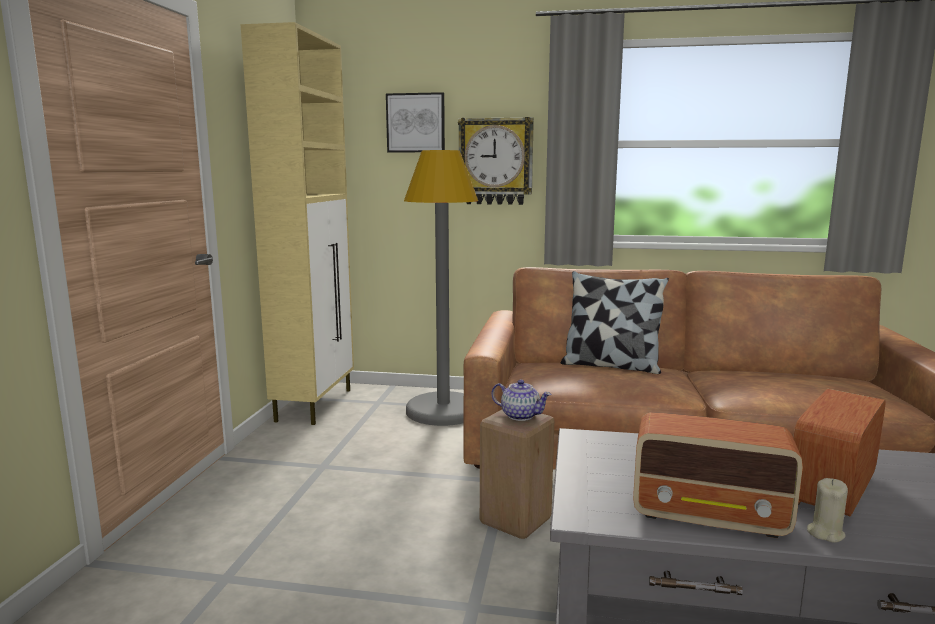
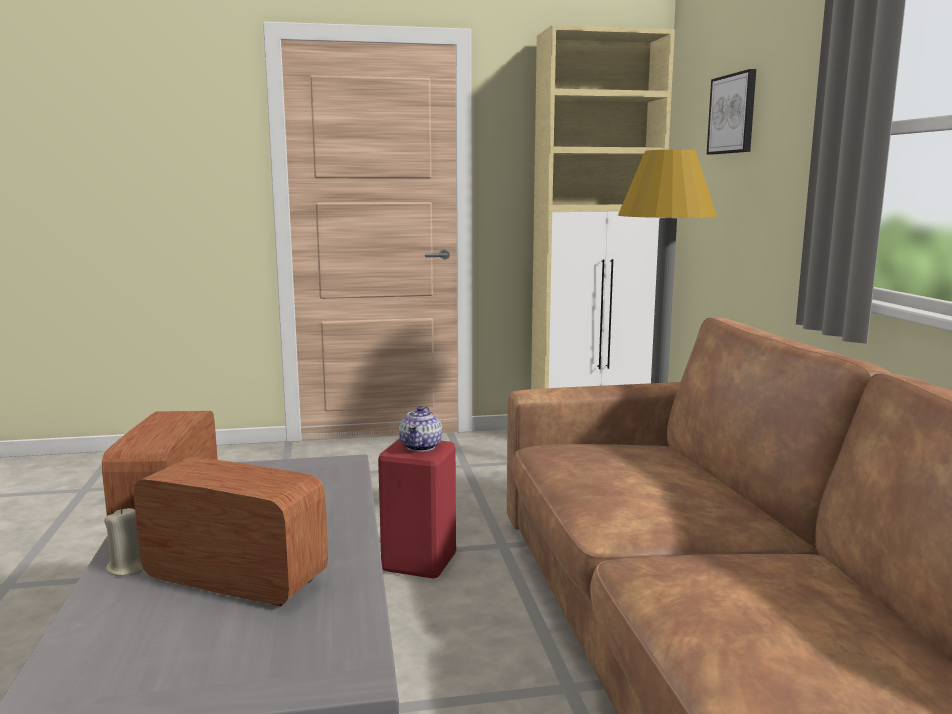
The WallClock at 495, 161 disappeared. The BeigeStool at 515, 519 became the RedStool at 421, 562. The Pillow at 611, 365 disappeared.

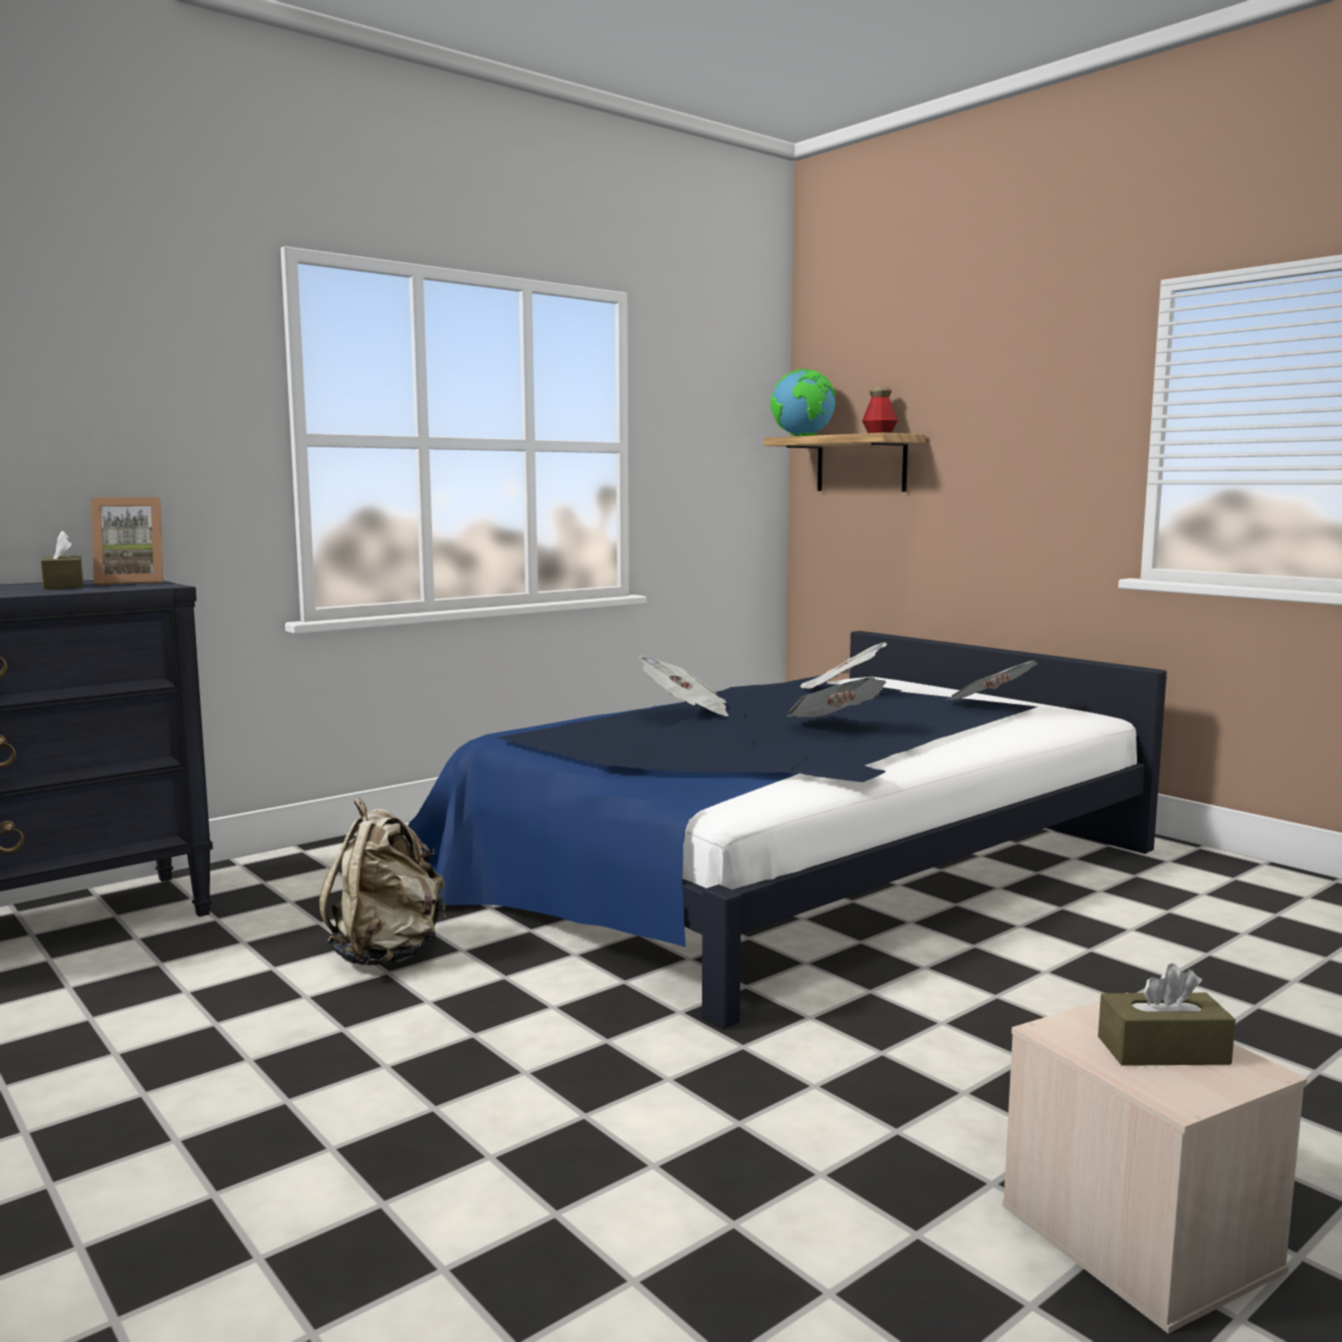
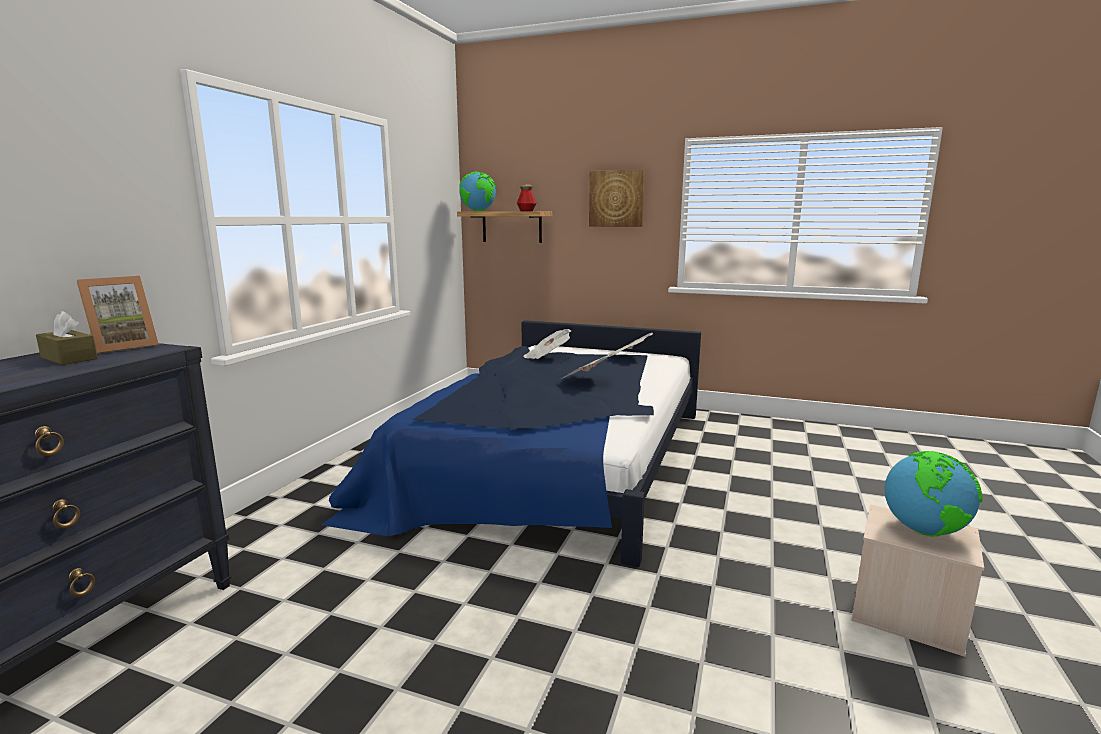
The BeigeBackpack at 388, 954 disappeared. The Newspaper at 686, 711 disappeared. The BrownTissueBox at 1163, 1050 was replaced by the Globe at 924, 531. The Picture at 616, 198 appeared.

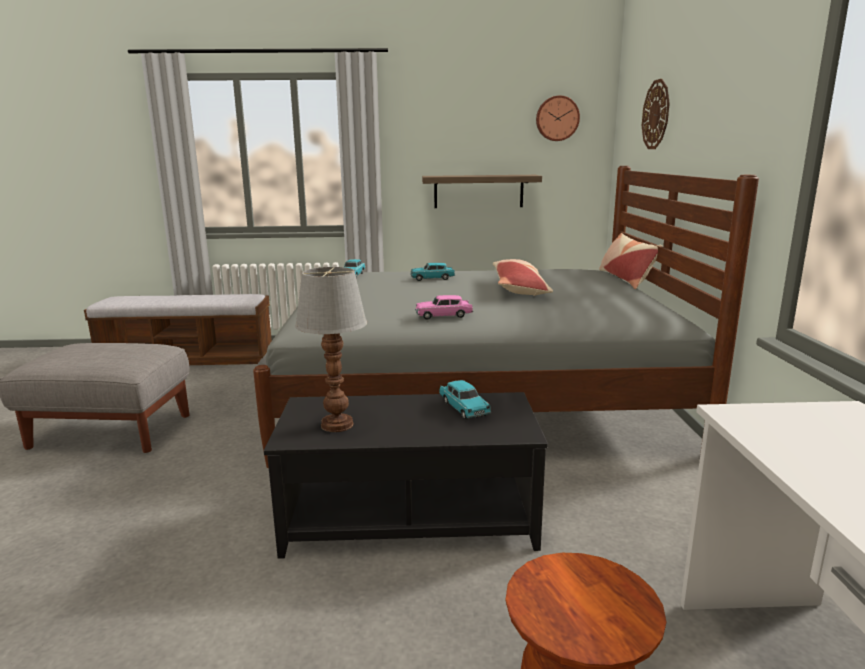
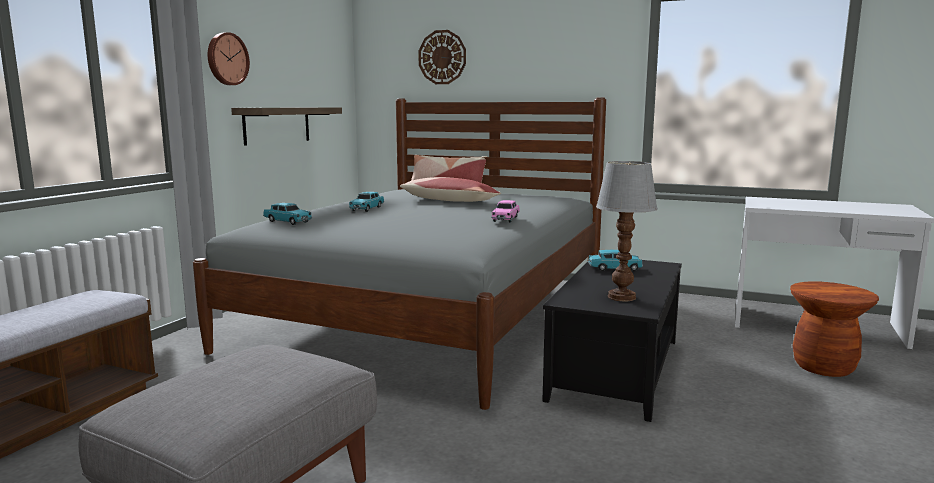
The WallClock moved from 557, 118 to 226, 59.

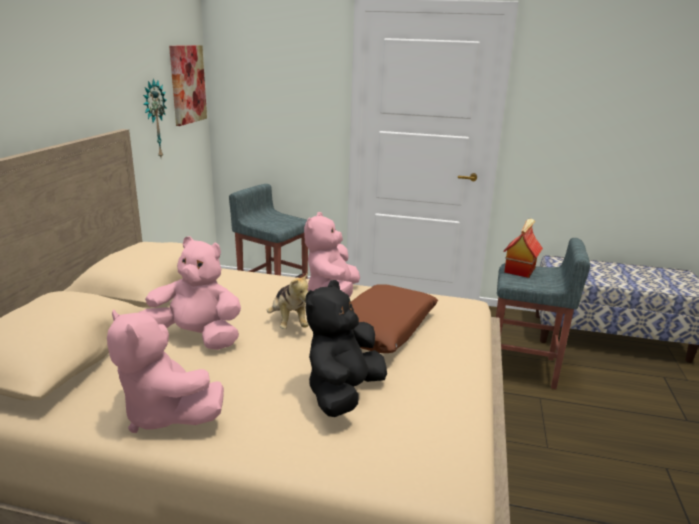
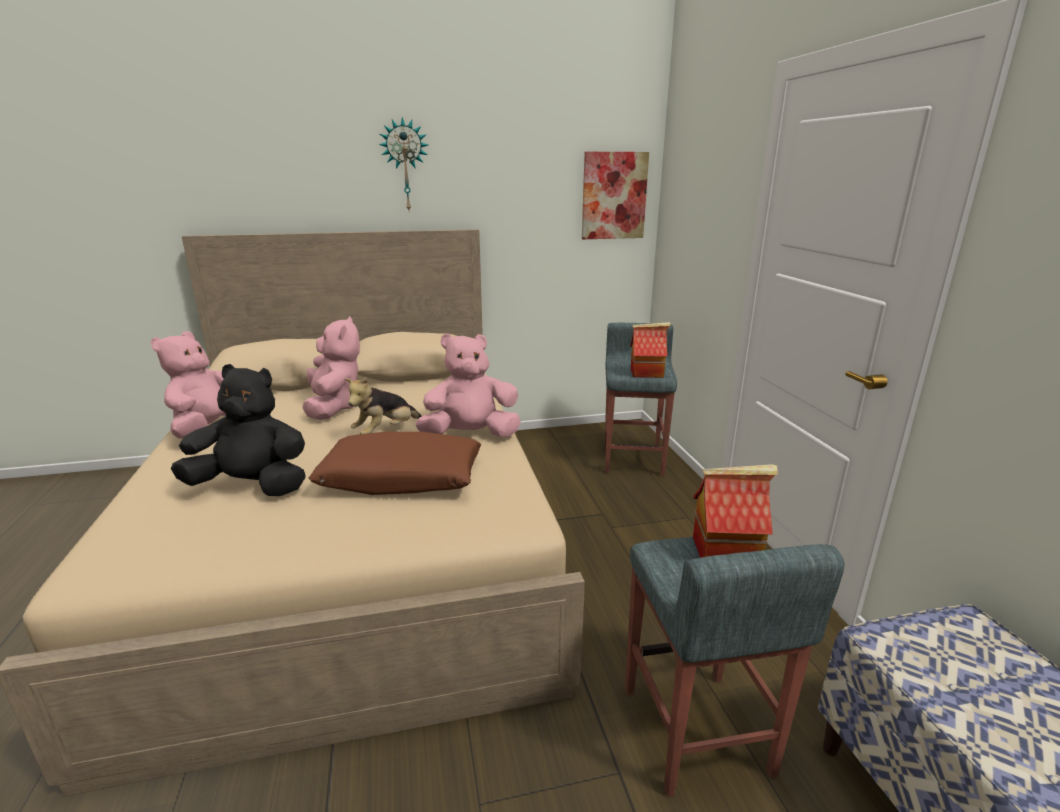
The WallClock moved from 154, 119 to 405, 166. The ToyHouse at 647, 373 appeared.

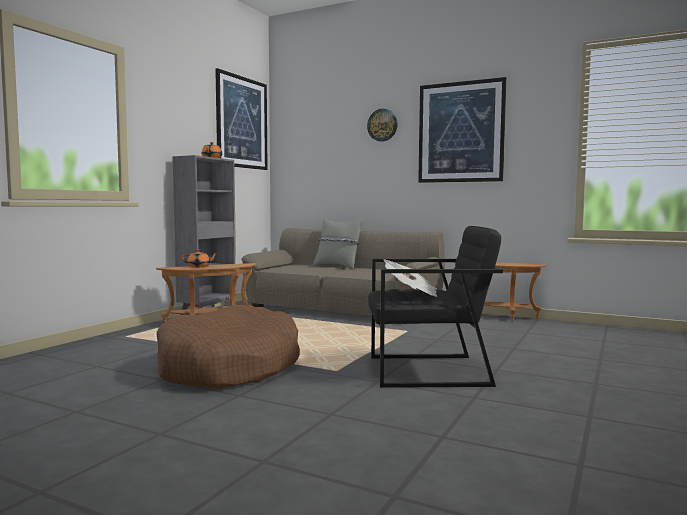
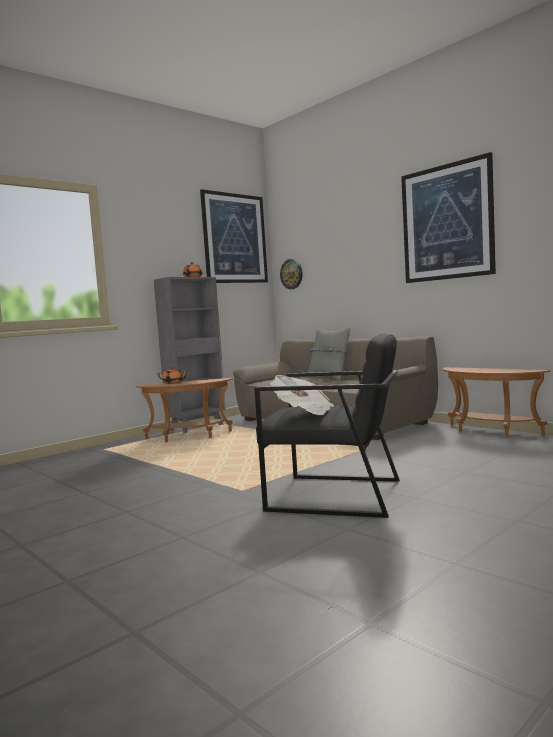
The BrownDogBed at 229, 367 disappeared. The WallClock moved from 382, 125 to 291, 274.

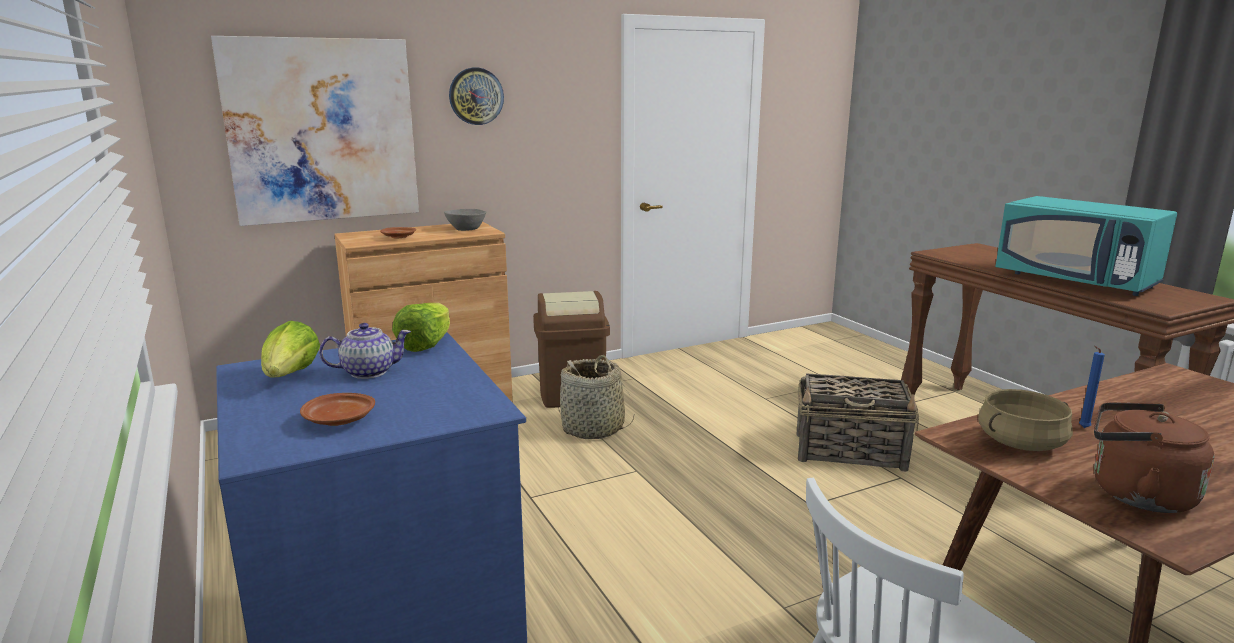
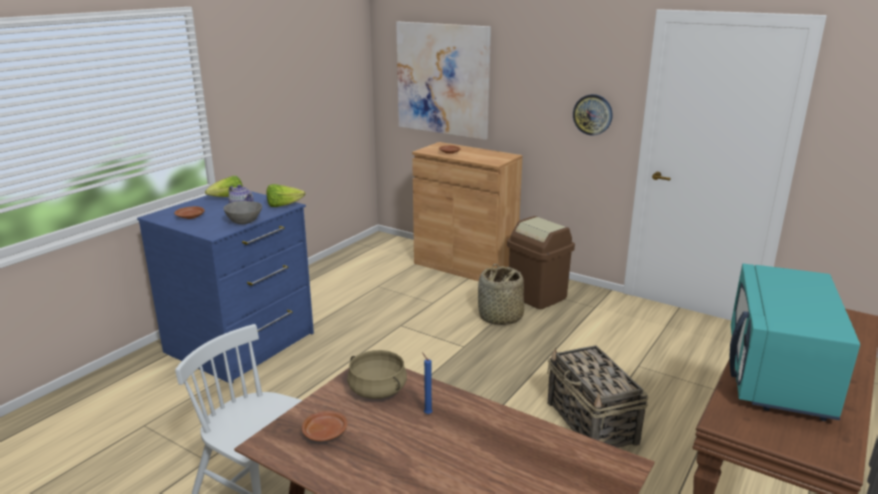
The GreyBowl moved from 466, 229 to 244, 221. The WallClock moved from 476, 96 to 592, 114. The BrownKettle at 1135, 494 was replaced by the BrownPlate at 325, 432.

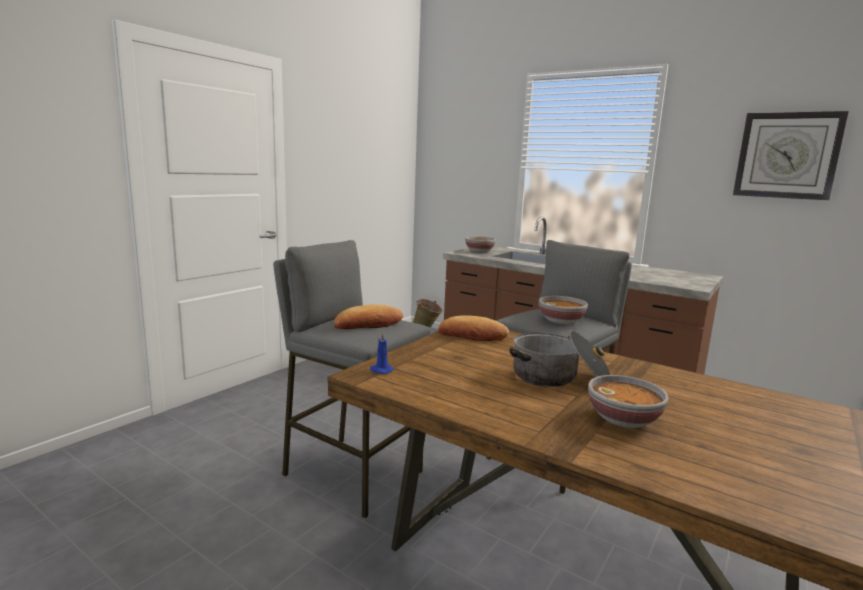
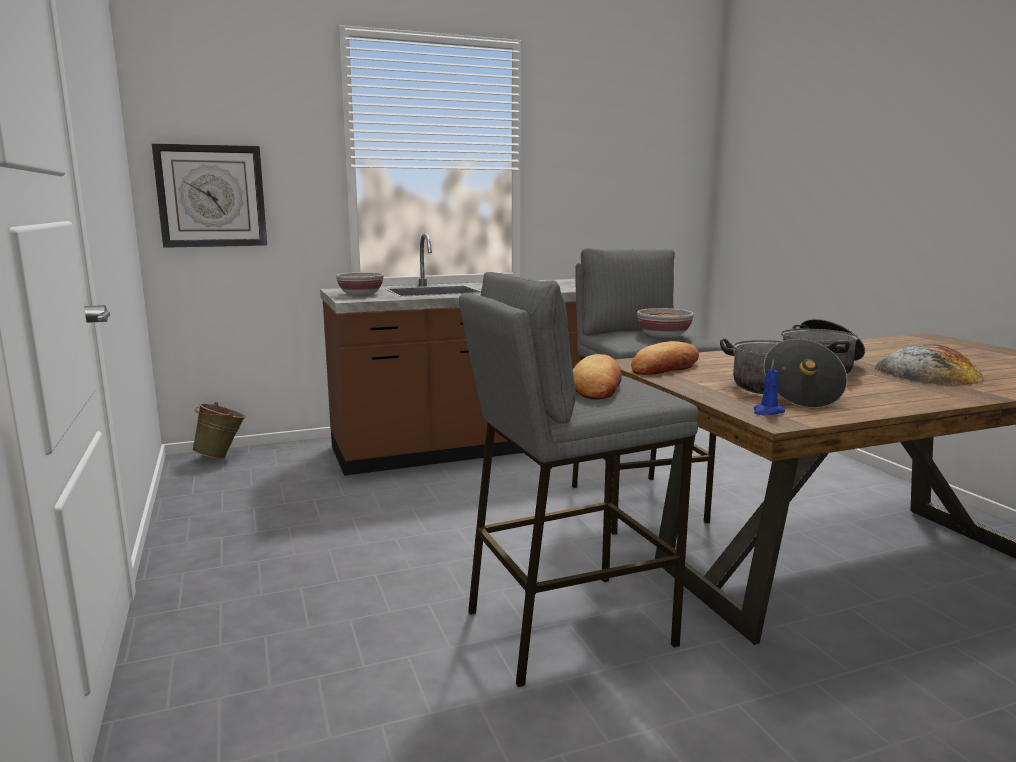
The Bowl at 624, 419 was replaced by the Bread at 927, 373. The WallClock moved from 787, 155 to 211, 196. The CookingPot at 780, 392 appeared.

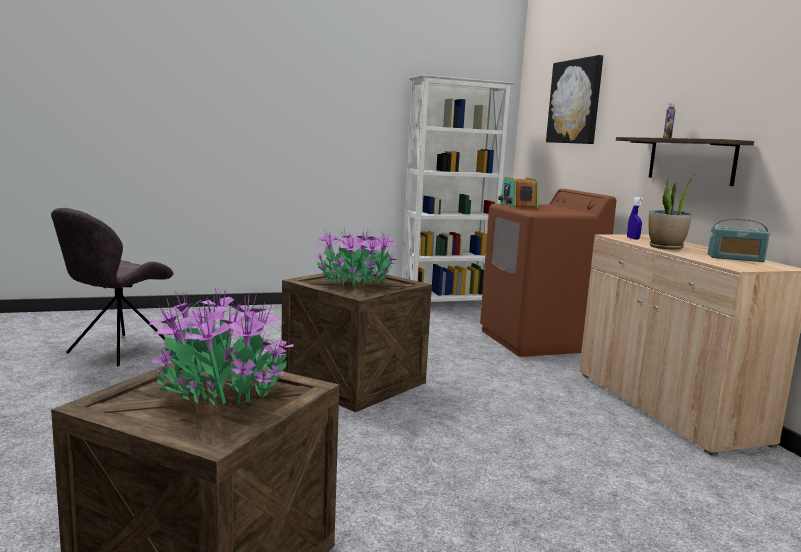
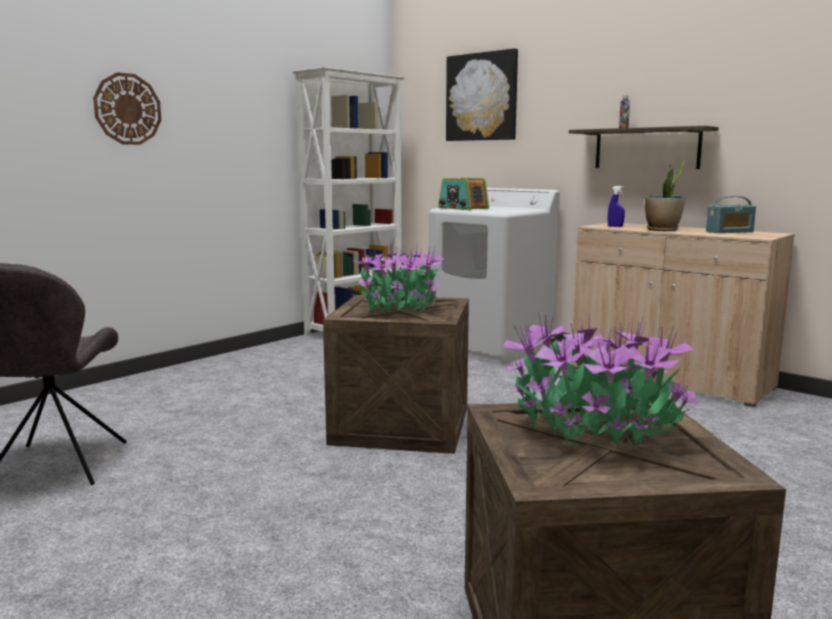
The BrownWashingMachine at 537, 341 became the WhiteWashingMachine at 491, 347. The WallClock at 127, 109 appeared.

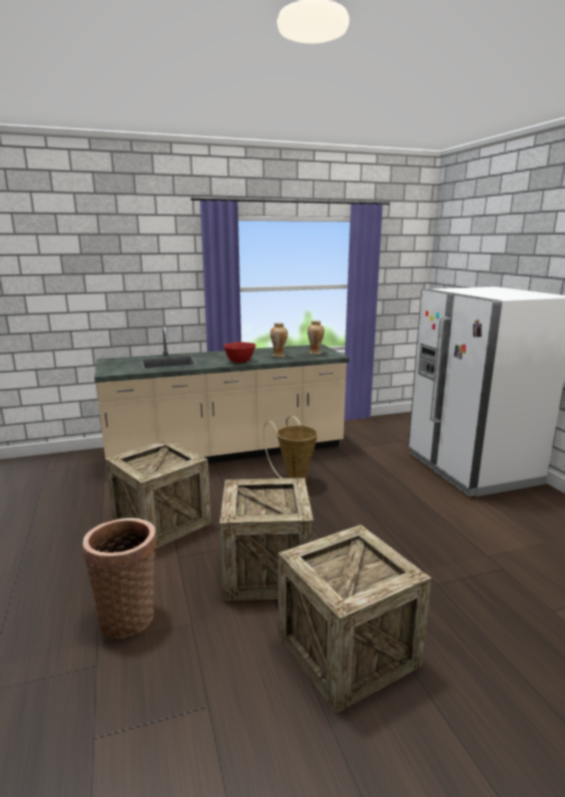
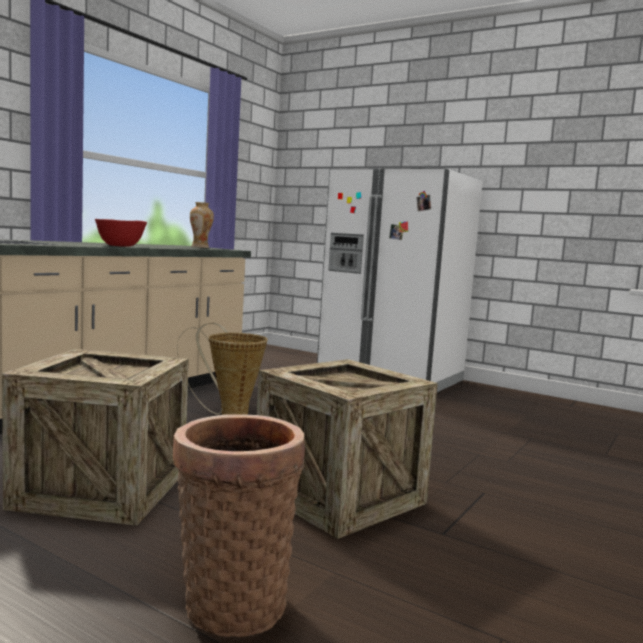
The Vase at 278, 356 disappeared. The Crate at 347, 651 disappeared.

